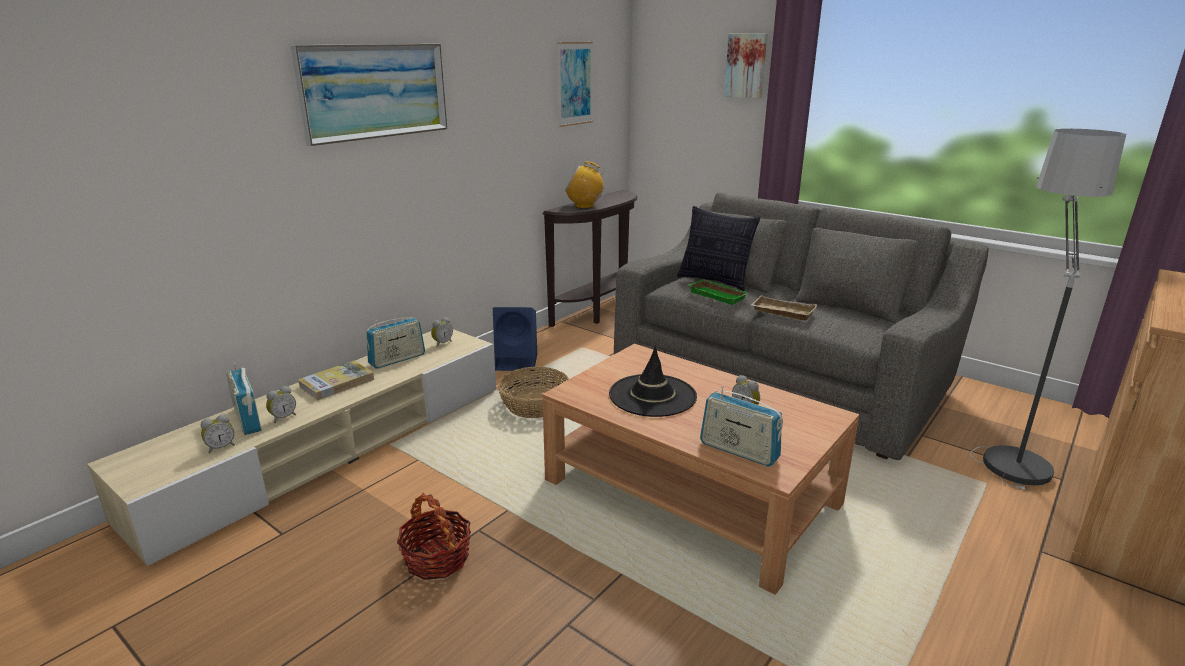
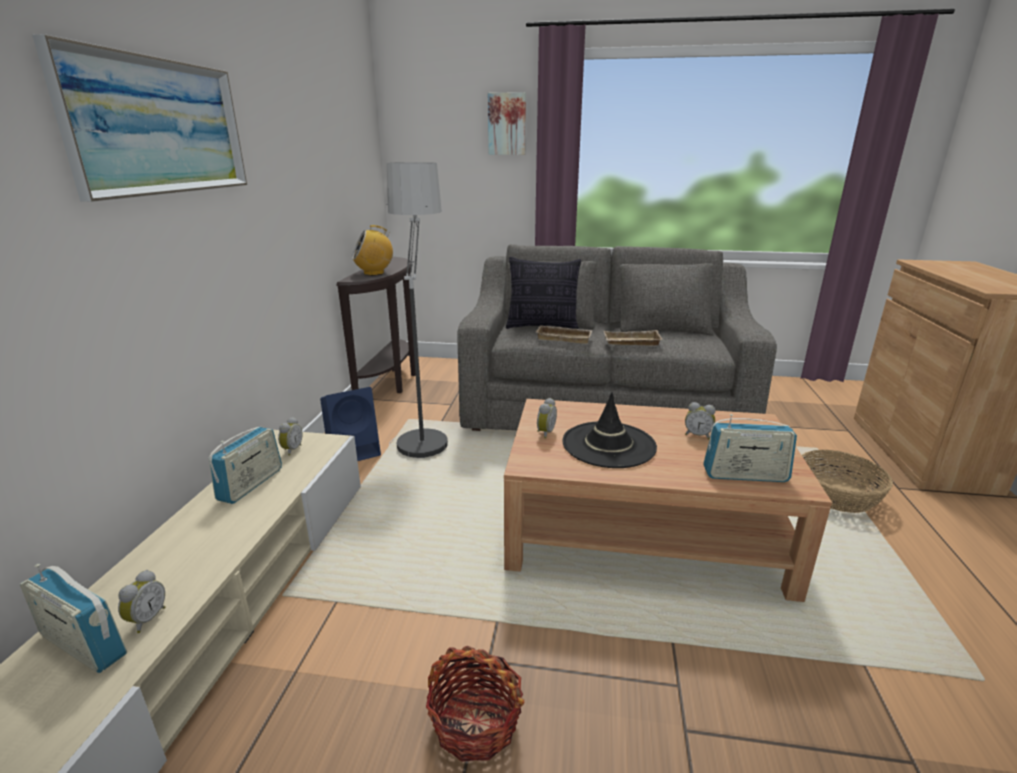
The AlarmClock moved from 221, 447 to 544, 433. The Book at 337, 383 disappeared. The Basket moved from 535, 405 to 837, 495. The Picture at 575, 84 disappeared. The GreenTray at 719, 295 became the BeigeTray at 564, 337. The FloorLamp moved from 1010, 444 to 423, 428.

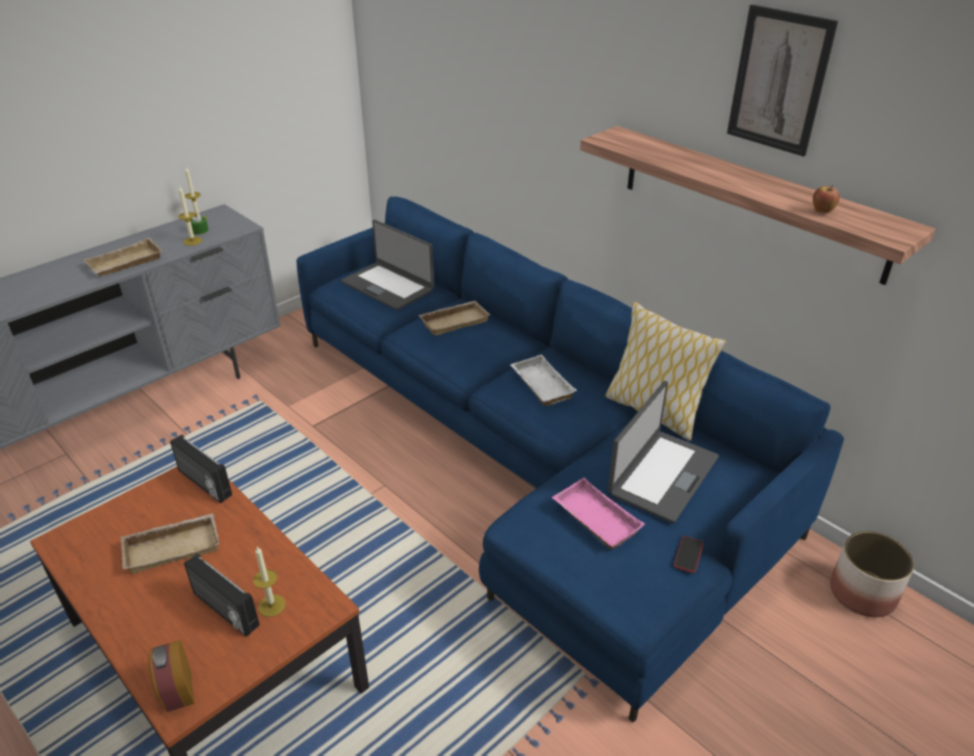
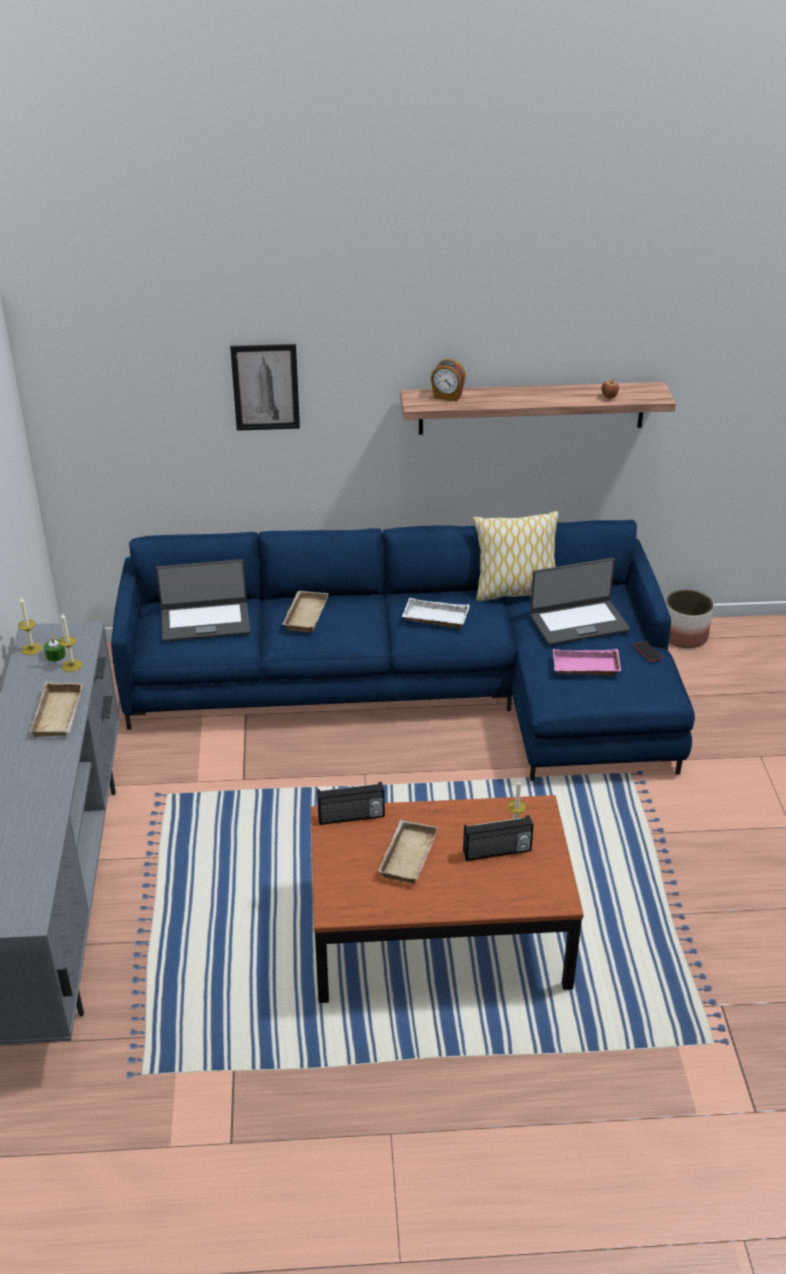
The AlarmClock moved from 177, 691 to 447, 396. The Laptop at 662, 475 turned 90 degrees clockwise. The Picture moved from 779, 81 to 265, 387.

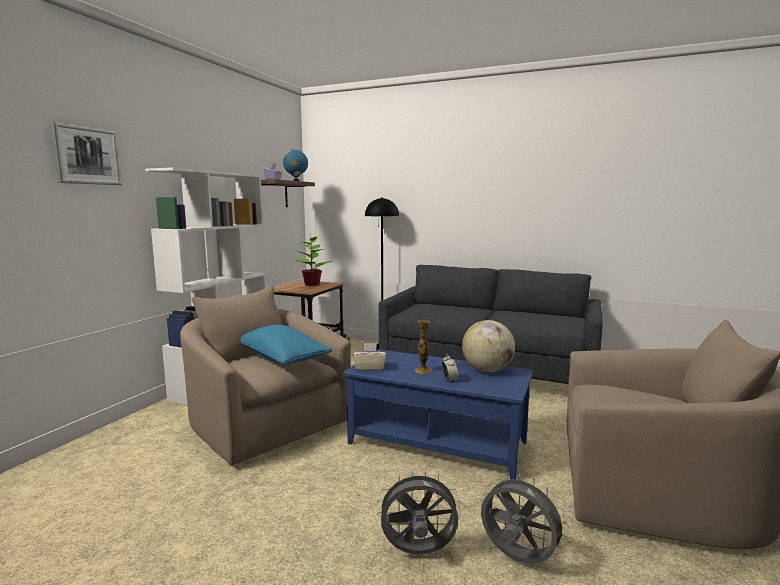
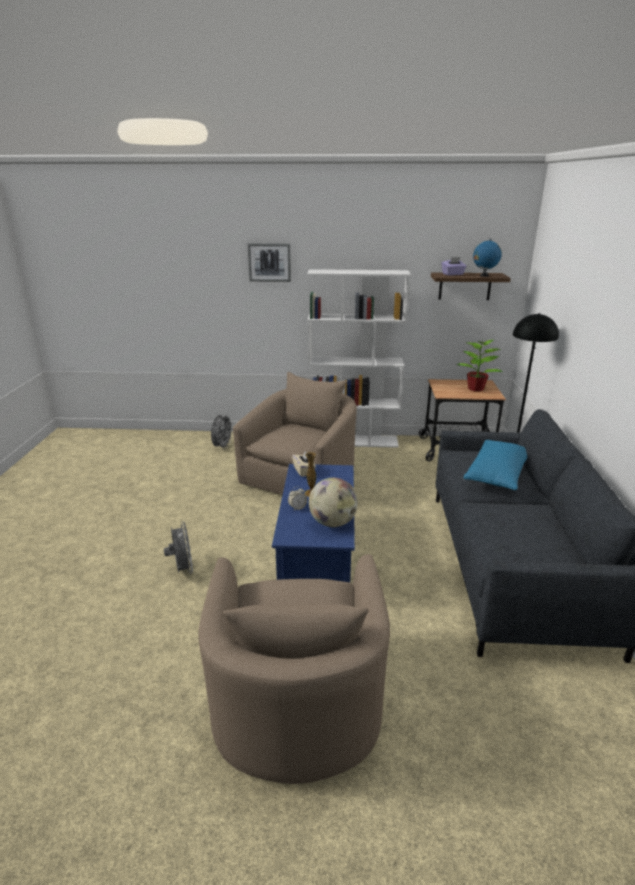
The BluePillow moved from 282, 359 to 497, 475. The GreyFan moved from 517, 559 to 222, 447.

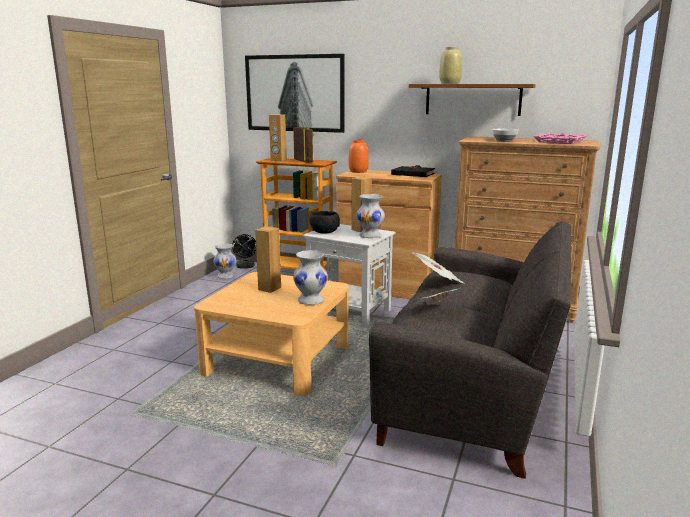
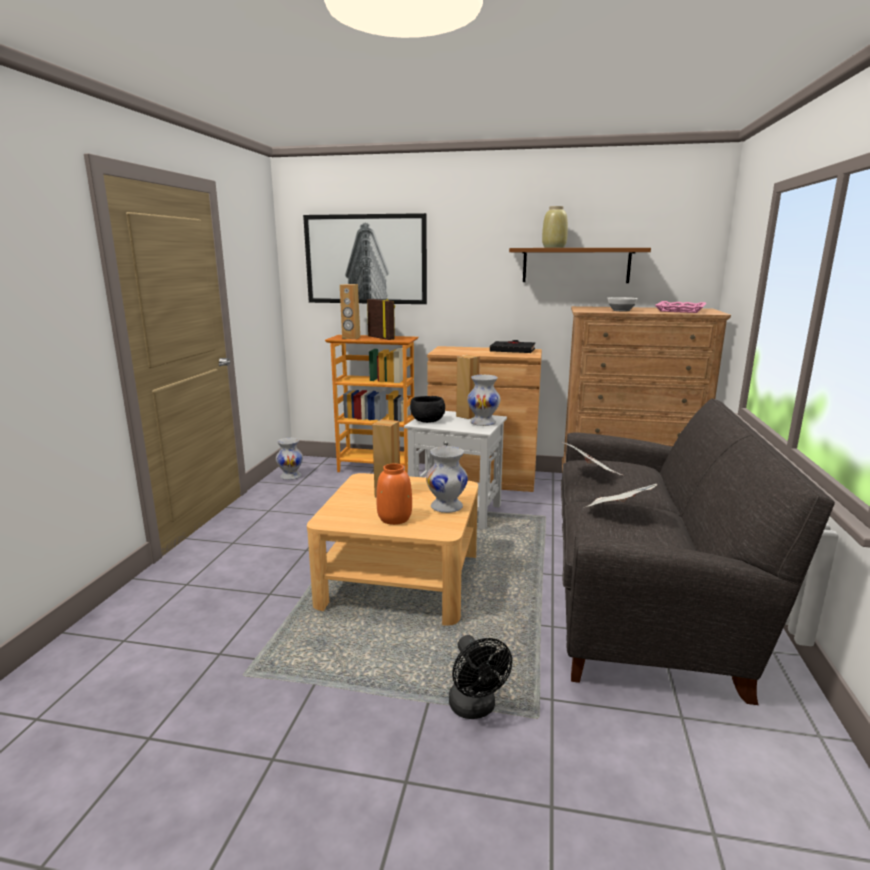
The BlackFan moved from 245, 267 to 475, 709. The OrangeVase moved from 358, 171 to 394, 519.

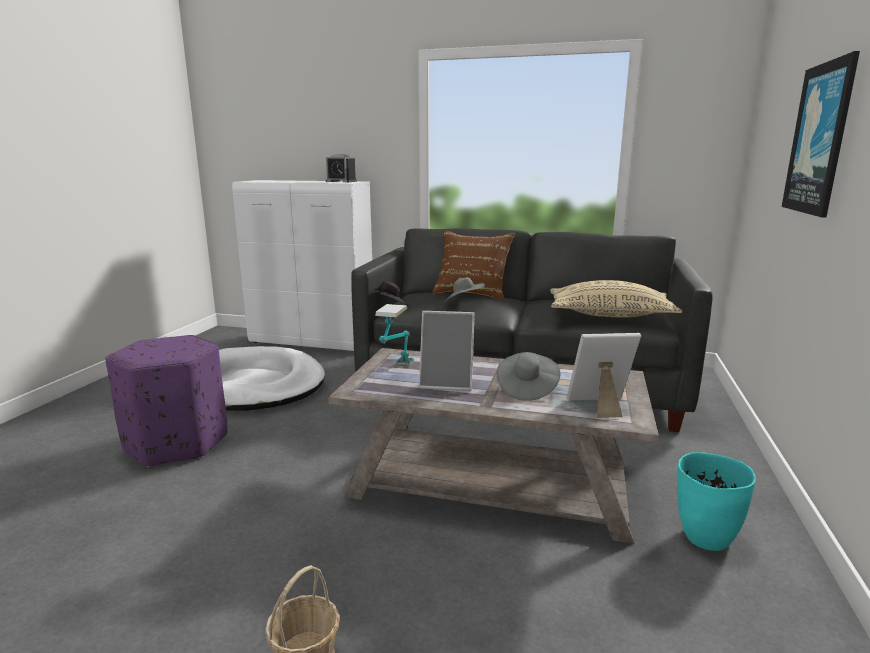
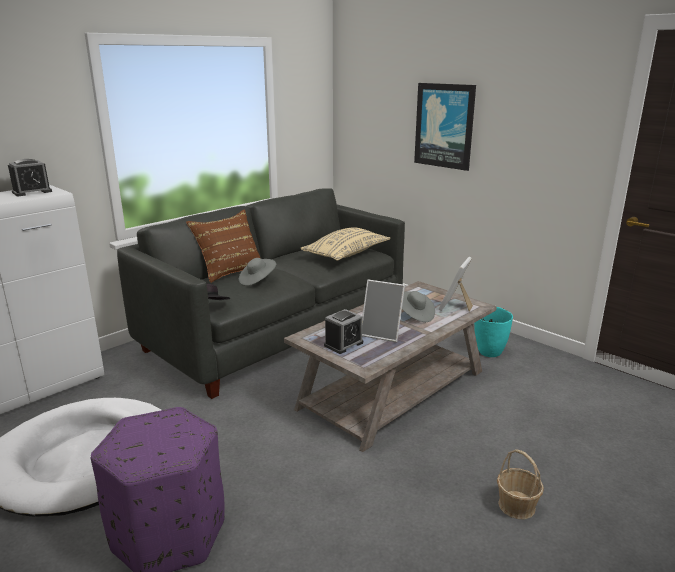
The TableLamp at 396, 371 was replaced by the AlarmClock at 343, 344. The PictureFrame at 447, 383 turned 75 degrees clockwise.

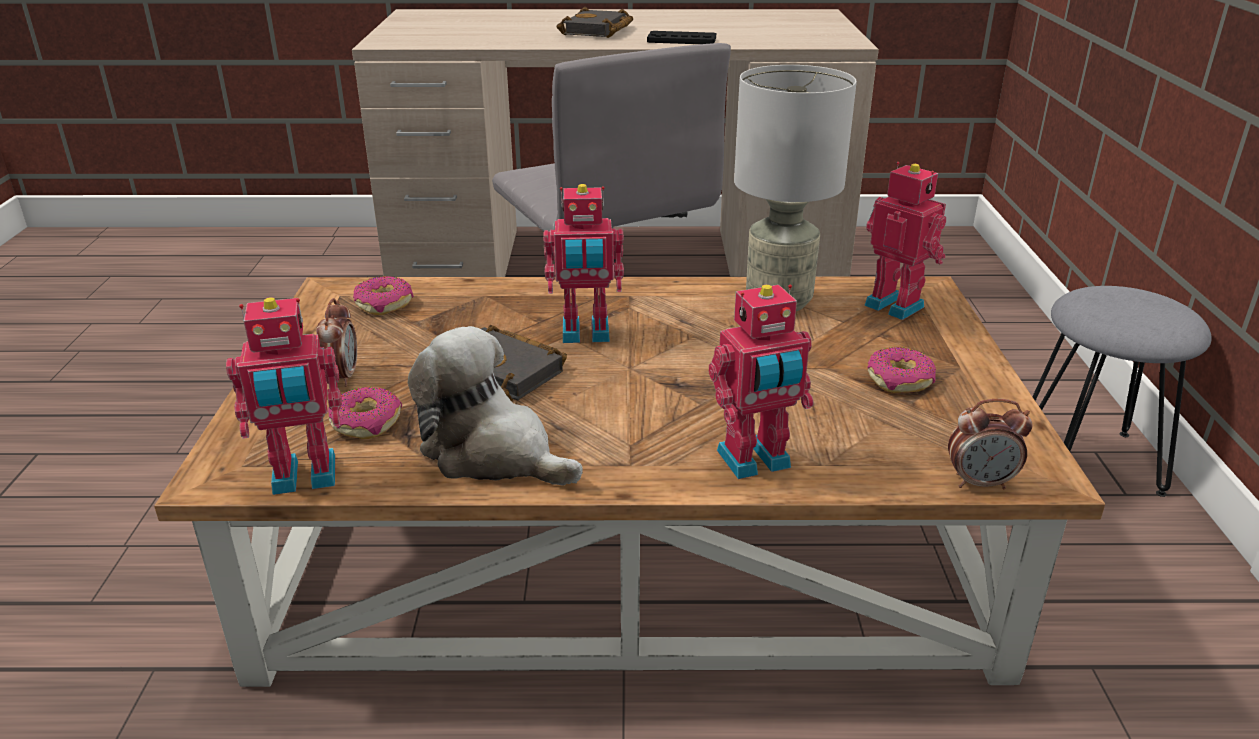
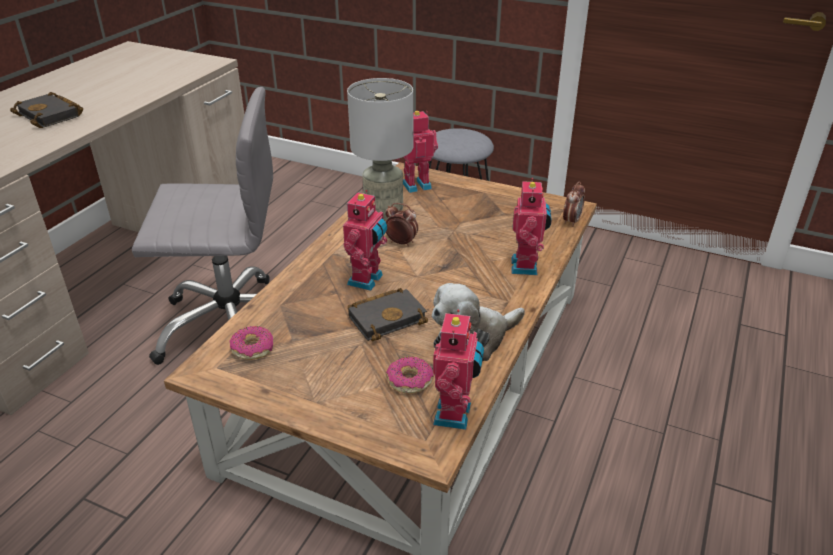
The AlarmClock moved from 342, 377 to 401, 242. The BlackGameController at 681, 40 disappeared. The Donut at 900, 380 disappeared.

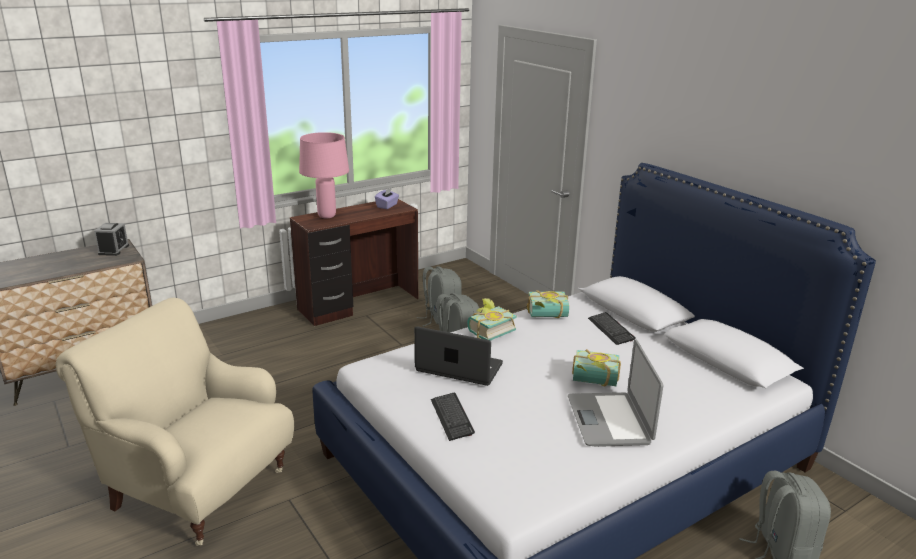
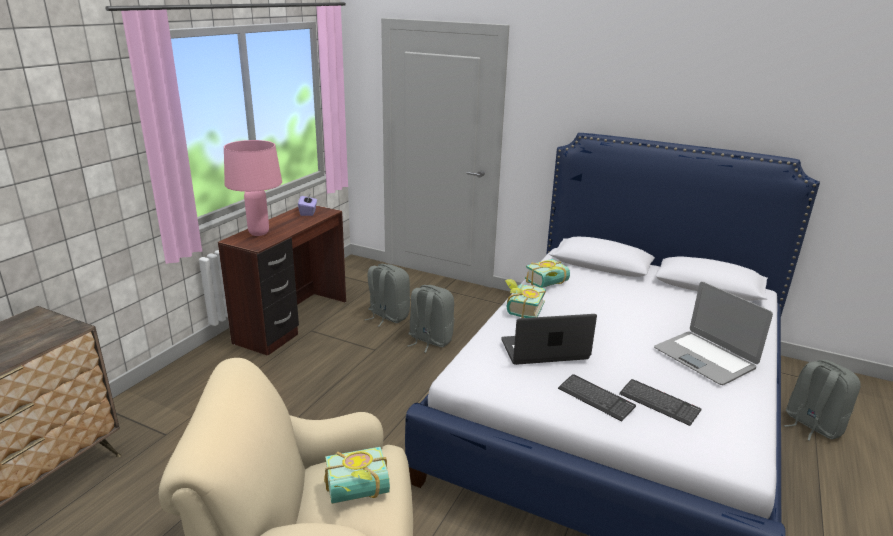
The AlarmClock at 114, 250 disappeared. The Book moved from 594, 382 to 358, 493. The Keyboard moved from 611, 329 to 659, 403.

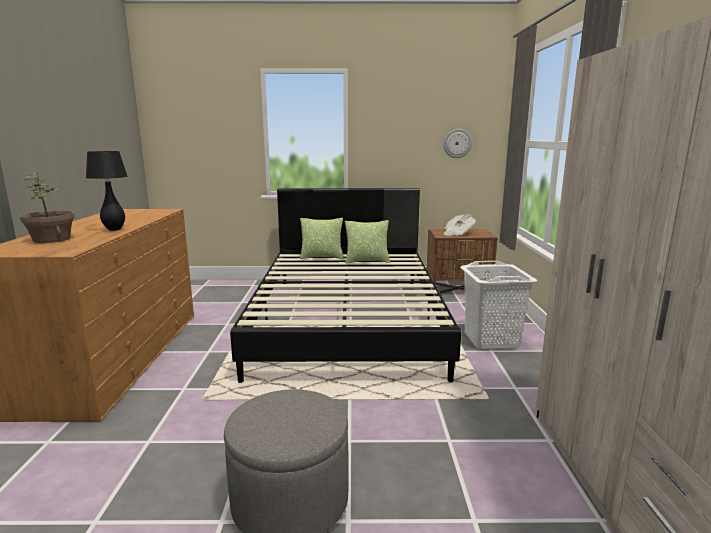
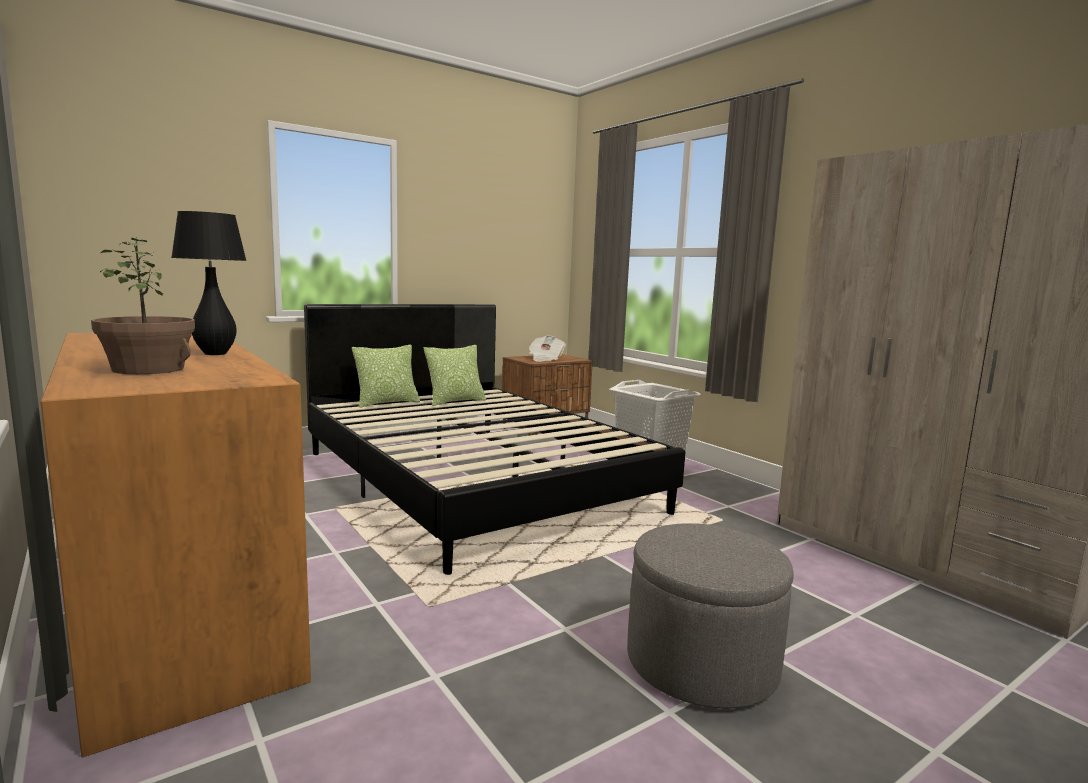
The WallClock at 457, 143 disappeared.

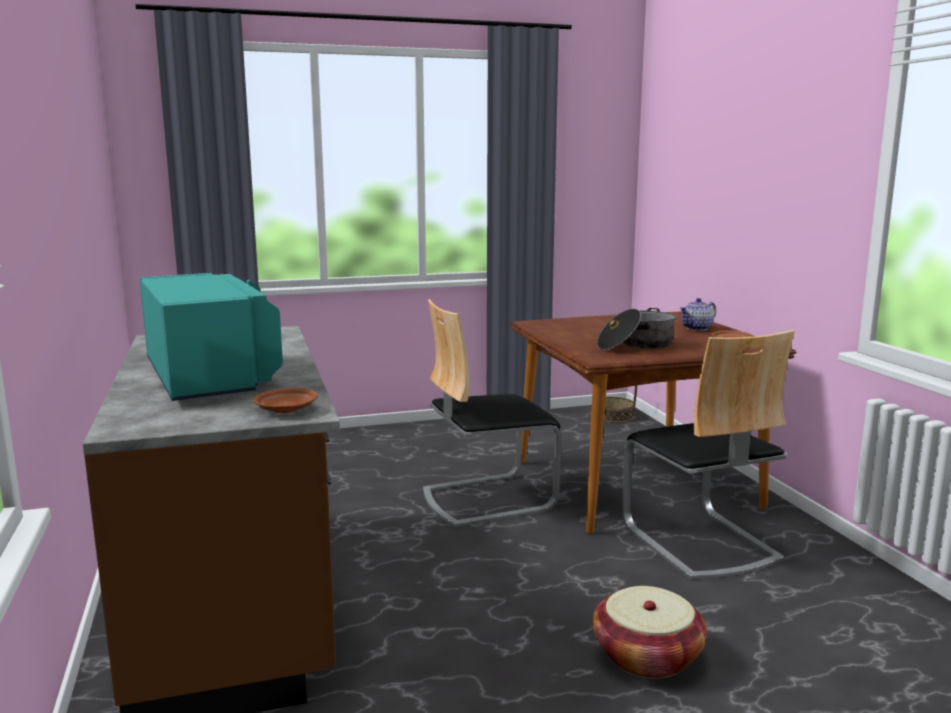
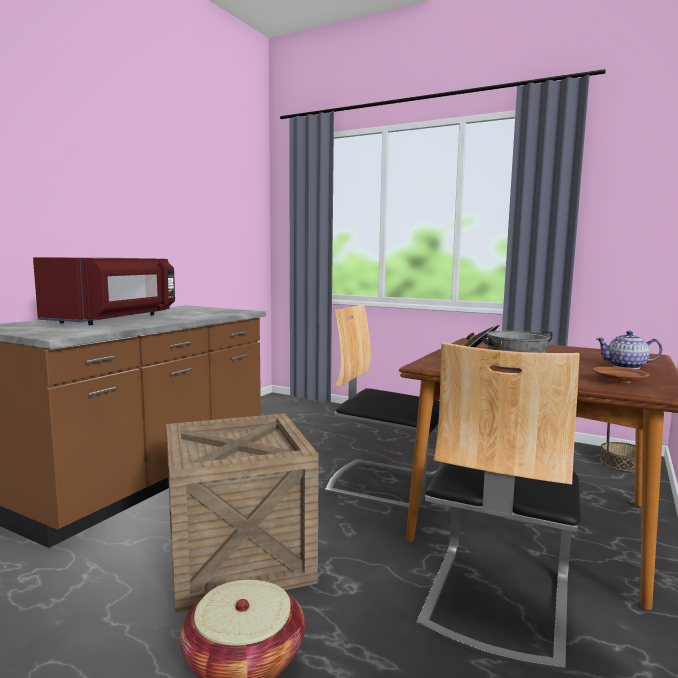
The TurquoiseMicrowave at 212, 377 became the RedMicrowave at 115, 319. The BrownPlate at 286, 409 disappeared. The Crate at 238, 558 appeared.

